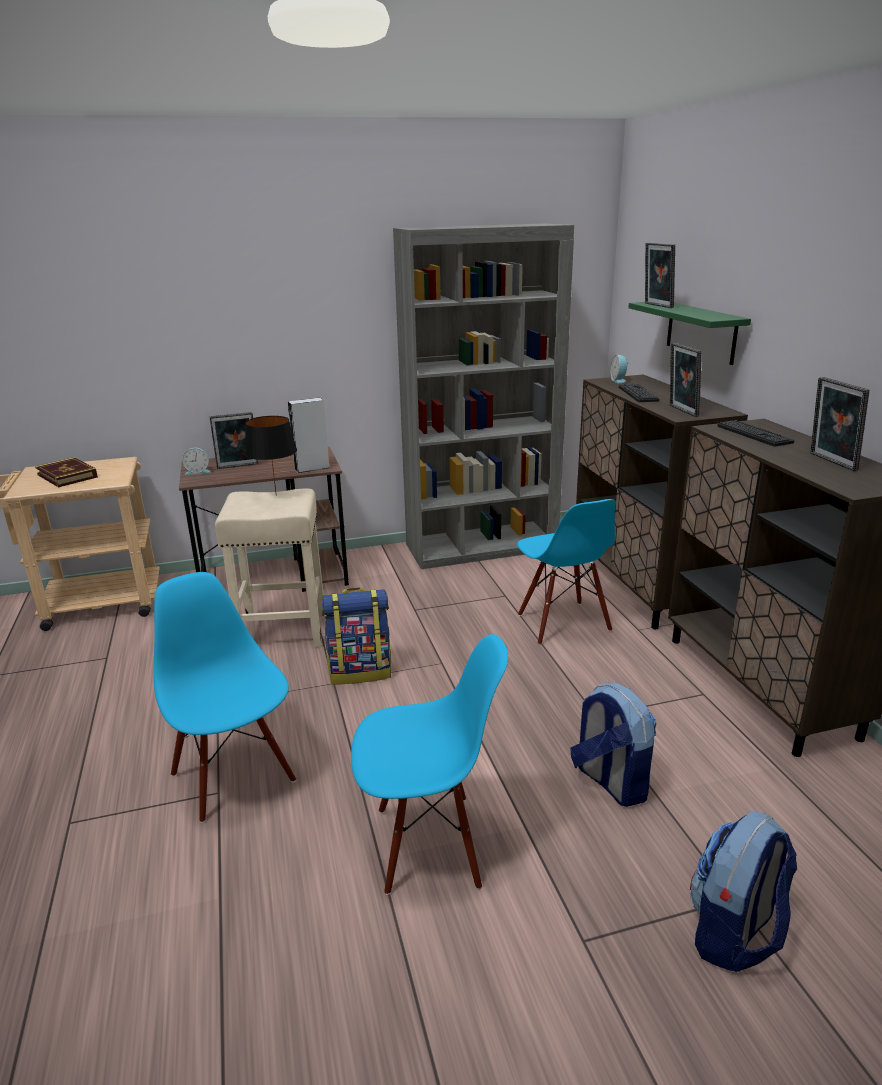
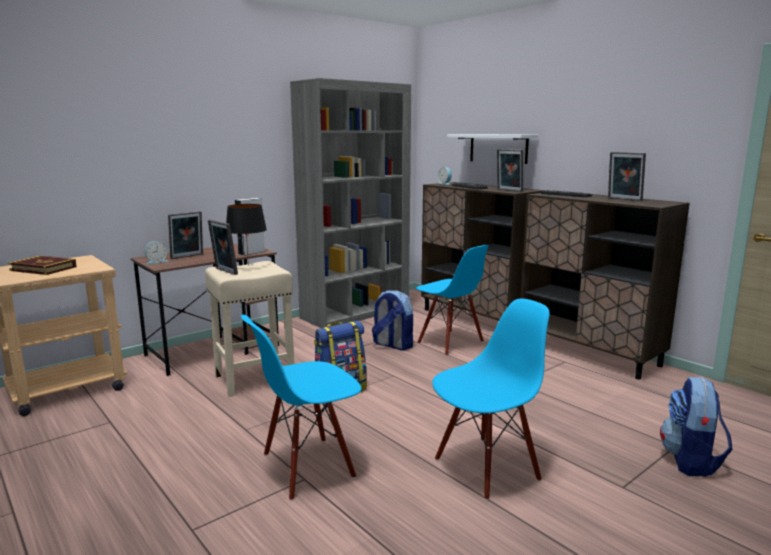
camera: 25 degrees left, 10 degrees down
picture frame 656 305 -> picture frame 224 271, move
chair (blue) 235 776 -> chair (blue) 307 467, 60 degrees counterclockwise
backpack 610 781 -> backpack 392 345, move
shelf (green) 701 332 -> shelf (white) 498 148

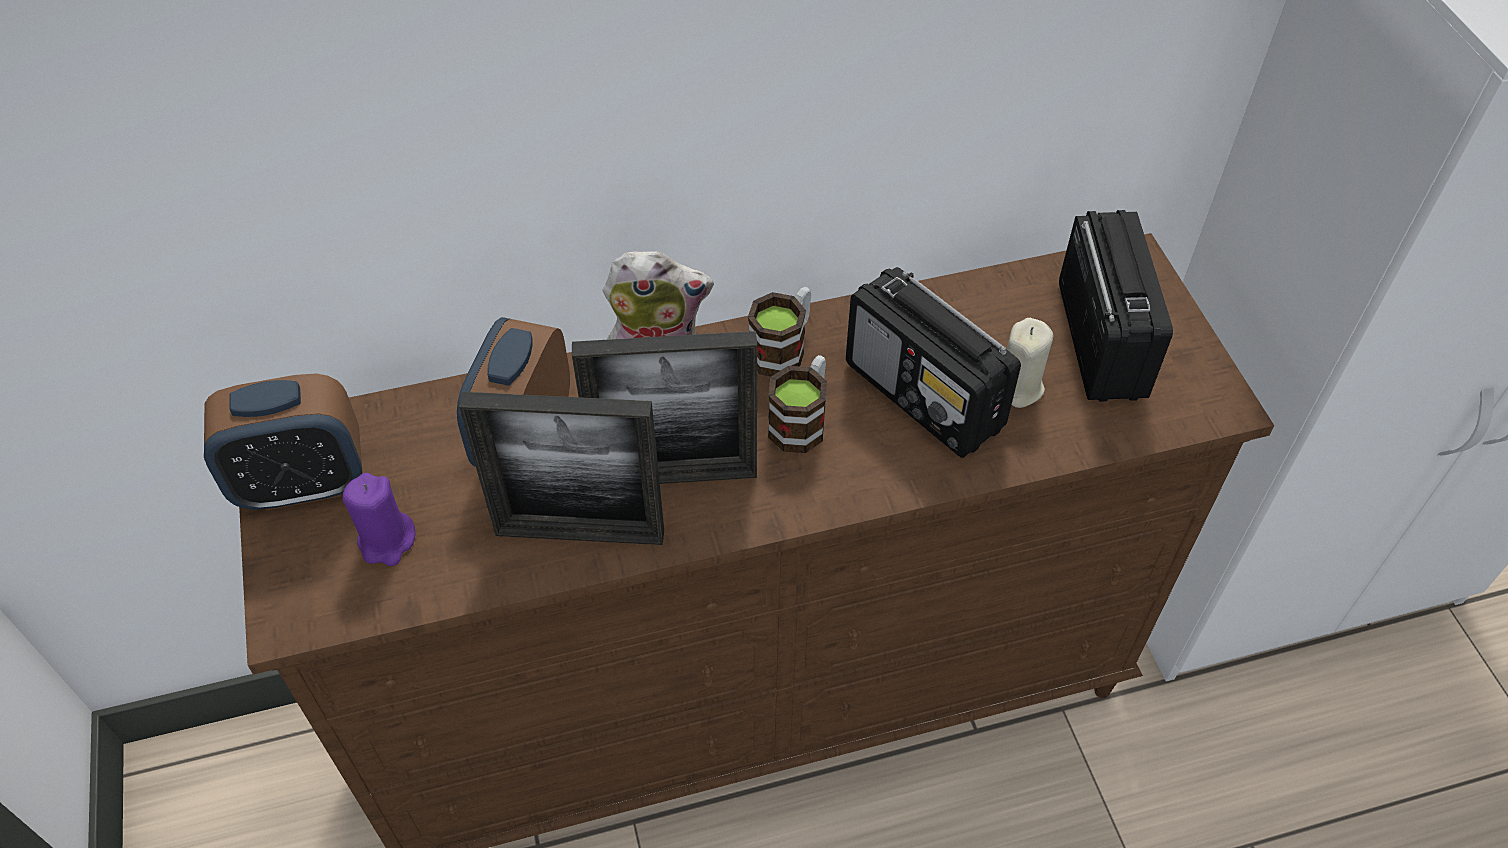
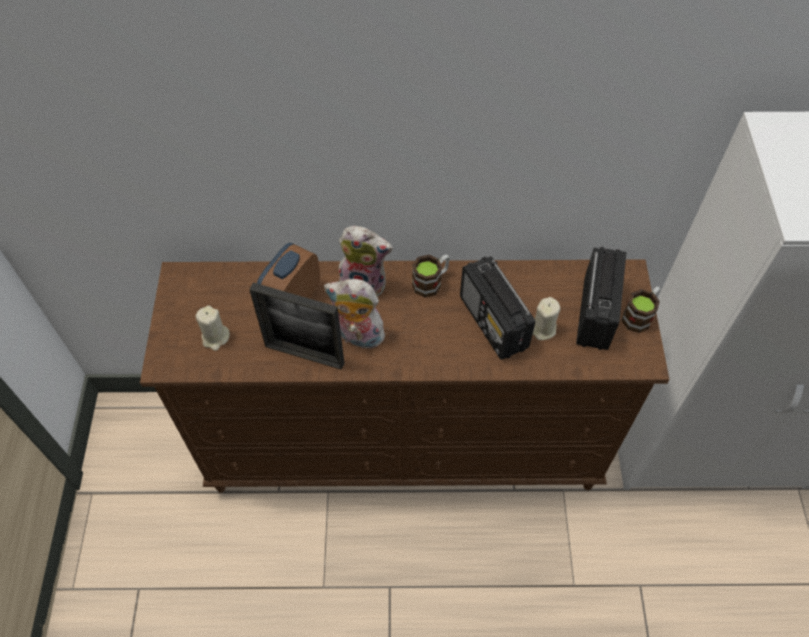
camera: 15 degrees right, 5 degrees up
candle (purple) 387 541 -> candle (beige) 215 337
picture frame 675 476 -> plush toy 357 336
mug 802 420 -> mug 640 315, move
alarm clock 303 484 -> none

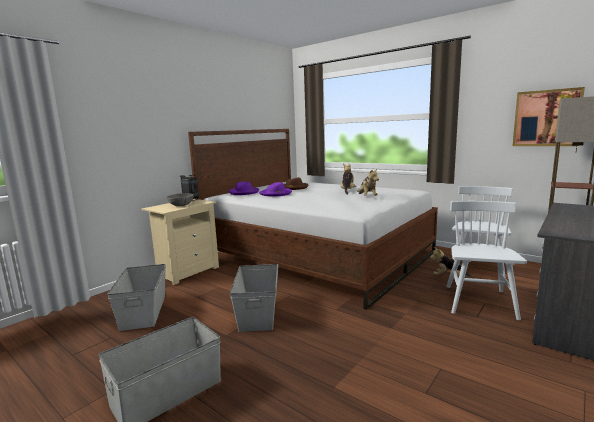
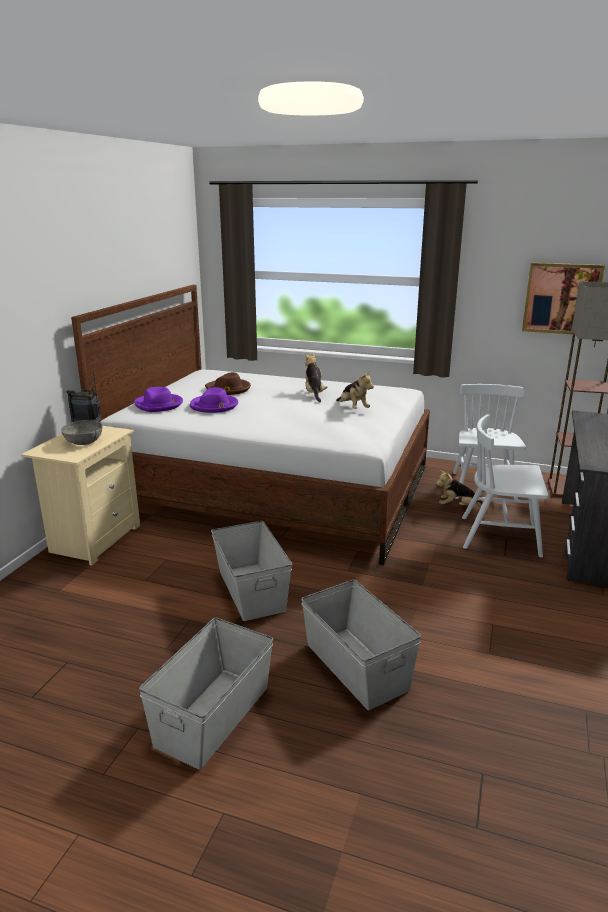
camera: 20 degrees left, 10 degrees up
storage box (grey) 143 312 -> storage box (grey) 356 666, move
chair (white) 479 302 -> chair (white) 500 536, 75 degrees counterclockwise

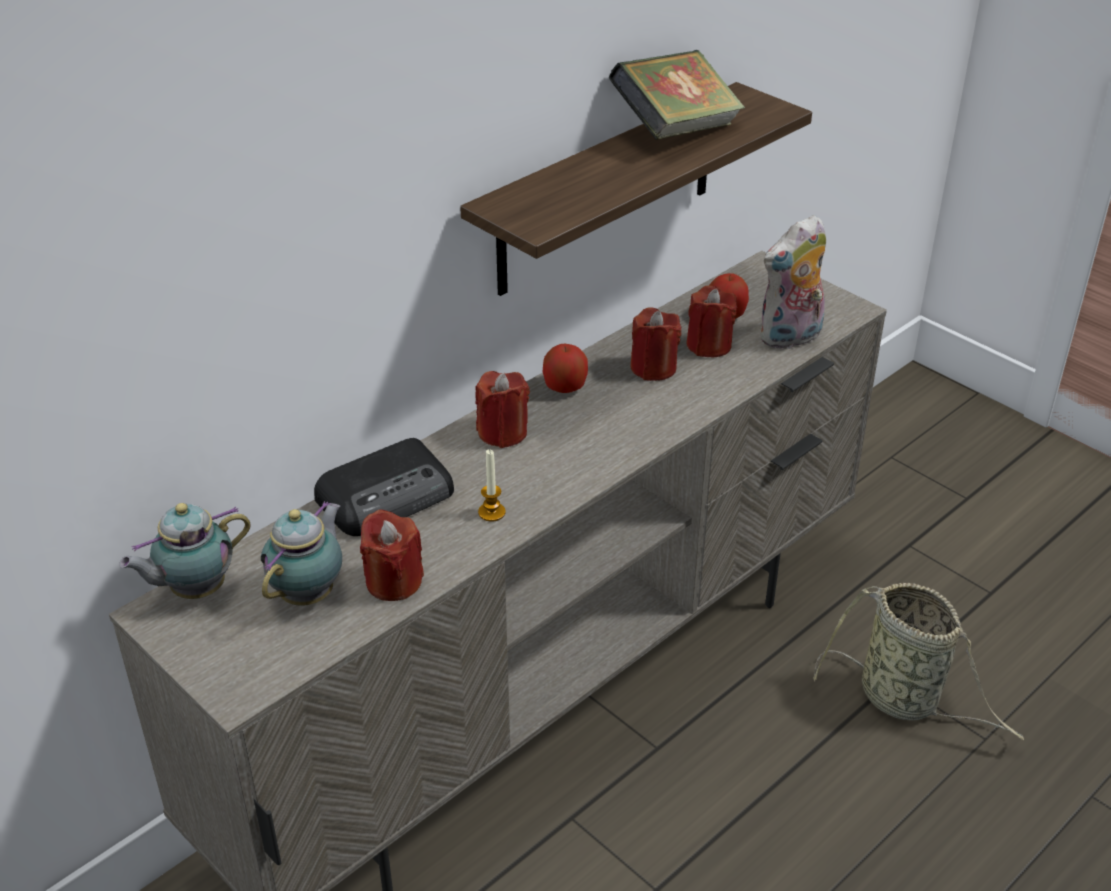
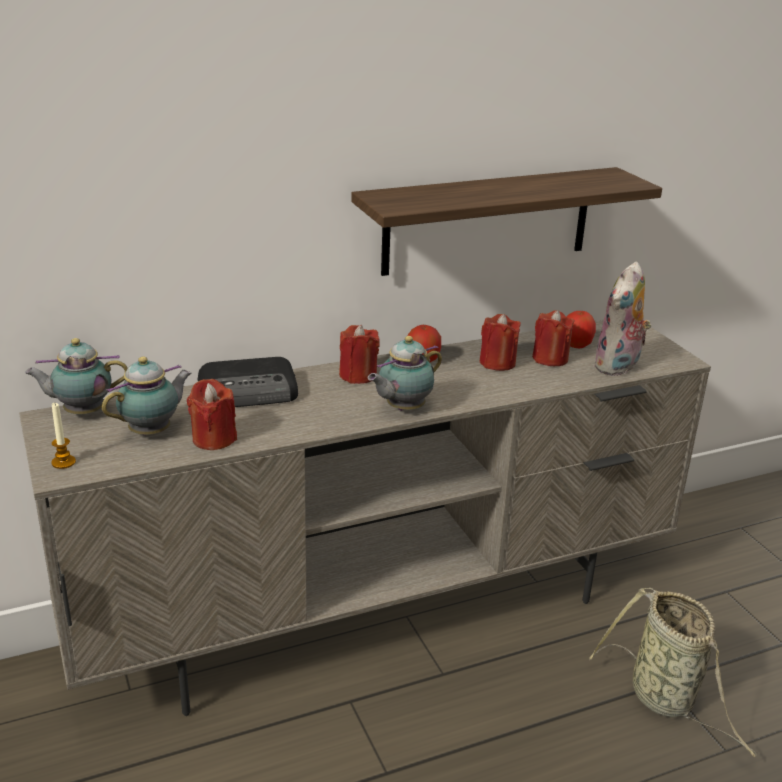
camera: 20 degrees right, 10 degrees down
candle 491 512 -> candle 63 462, move
none -> teapot 403 409
plush toy 790 338 -> plush toy 618 367, 45 degrees counterclockwise
book 675 131 -> none

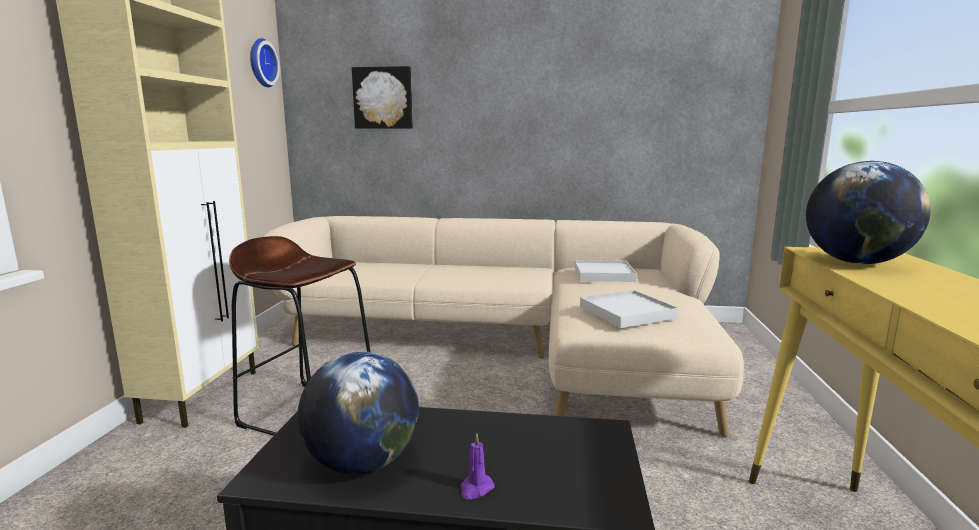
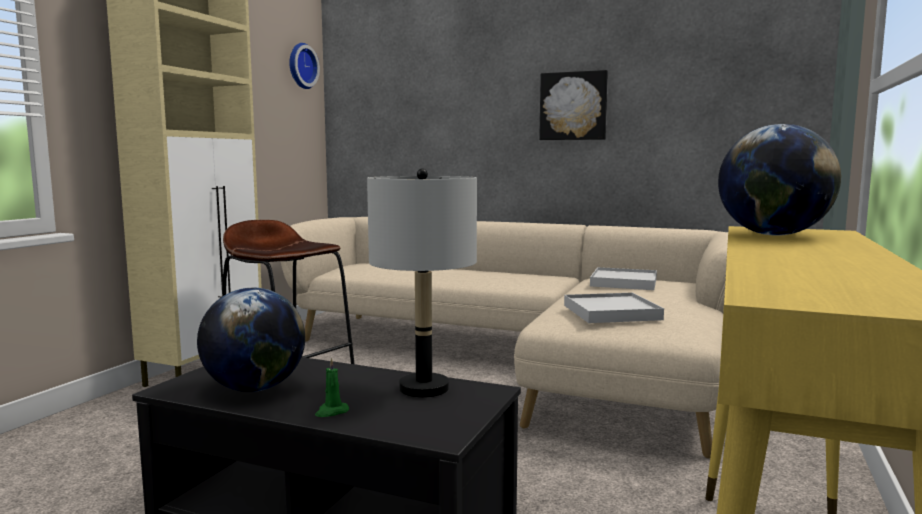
camera: 15 degrees right, 5 degrees down
candle (purple) 476 489 -> candle (green) 331 412
none -> table lamp (grey) 424 388
picture 383 98 -> picture 573 106, move

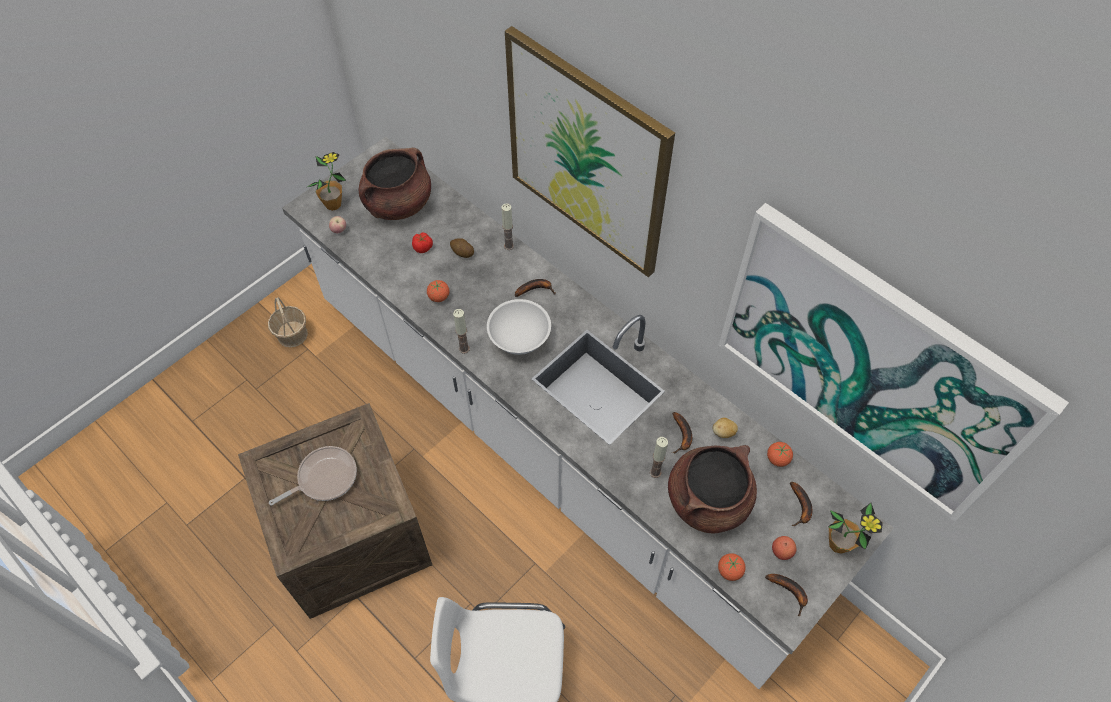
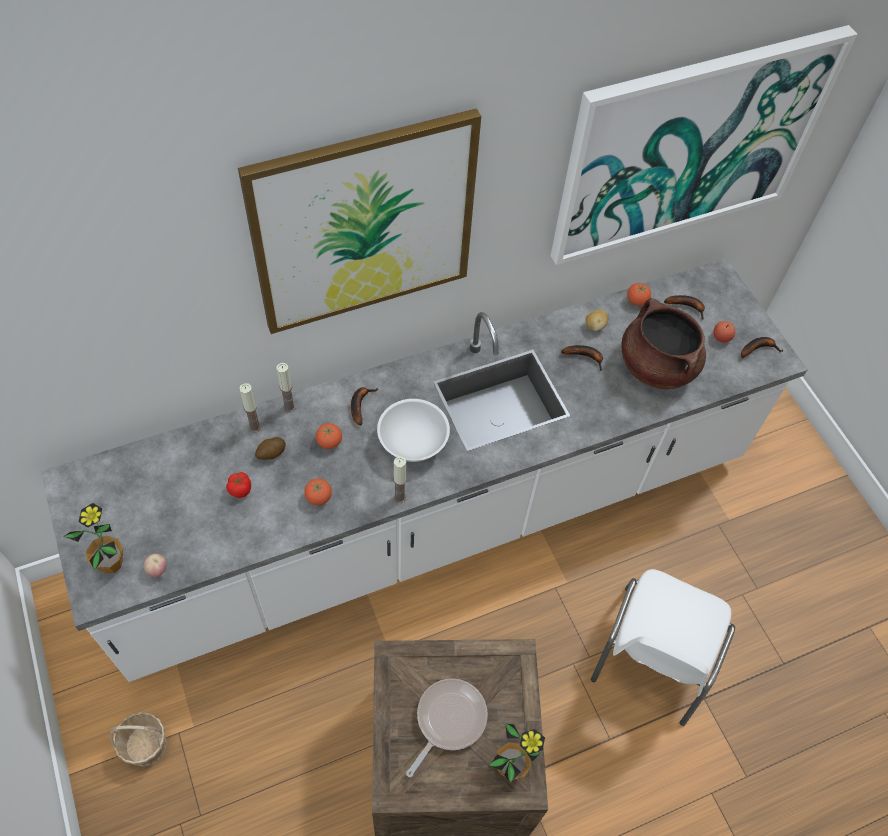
camera: 70 degrees left, 0 degrees up
candle 655 472 -> candle 254 427, move
tomato 729 571 -> tomato 329 442, move
frying pan 324 478 -> frying pan 448 720, 45 degrees clockwise
potted plant 838 544 -> potted plant 510 767, move
cooking pot (brown) 398 204 -> none

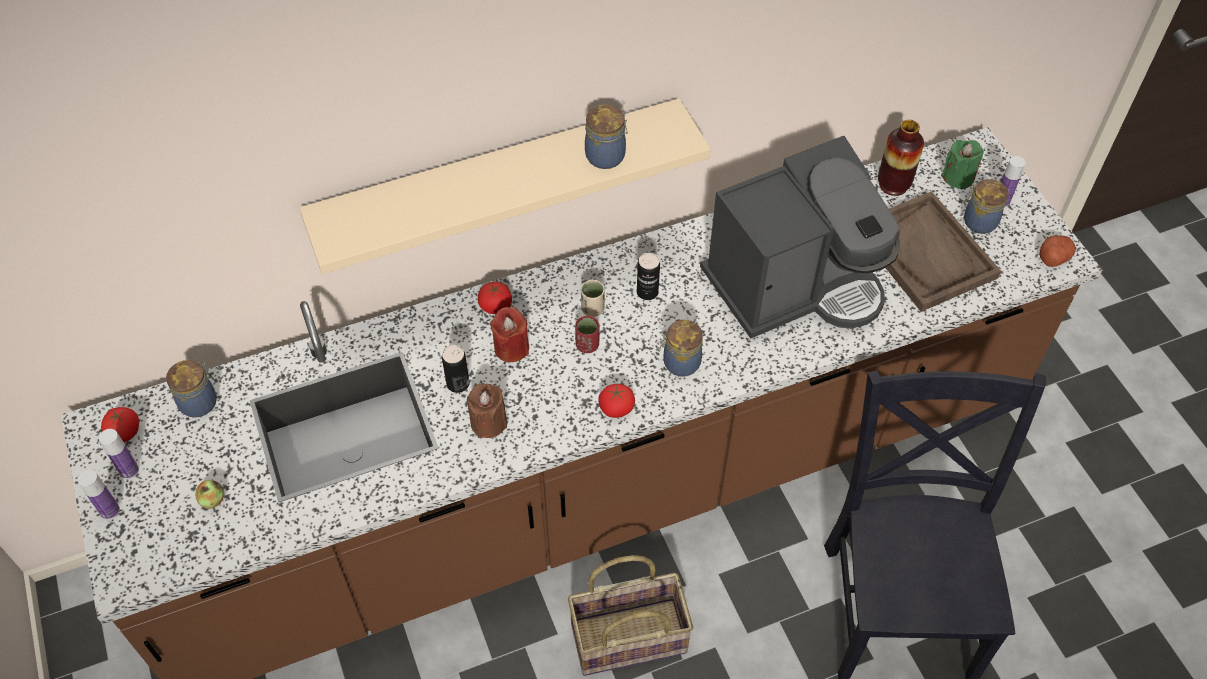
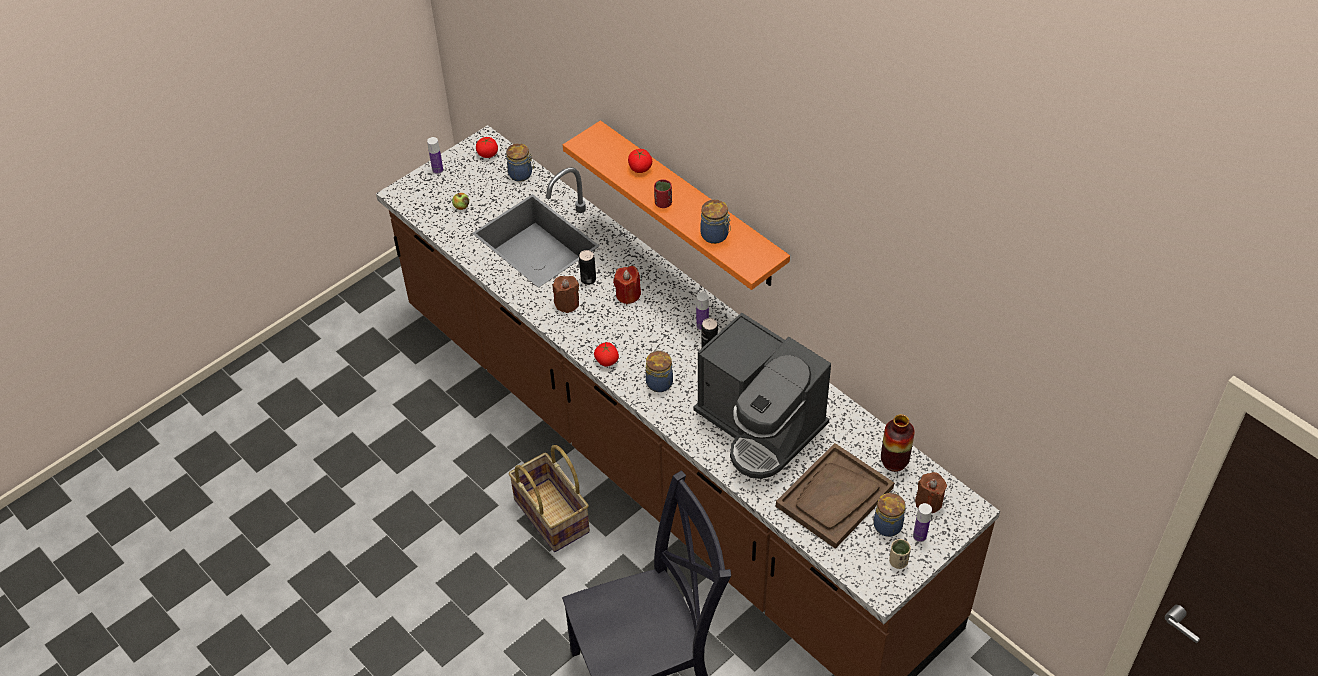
camera: 70 degrees right, 5 degrees down
shelf (beige) 498 180 -> shelf (orange) 691 206
tomato 495 306 -> tomato 640 168, move
cup (red) 587 345 -> cup (red) 663 203, move
bottle 129 470 -> bottle 702 325, move
cup (beige) 592 309 -> cup (beige) 898 562, move
candle (green) 958 177 -> candle (brown) 928 502
potato 1053 257 -> none

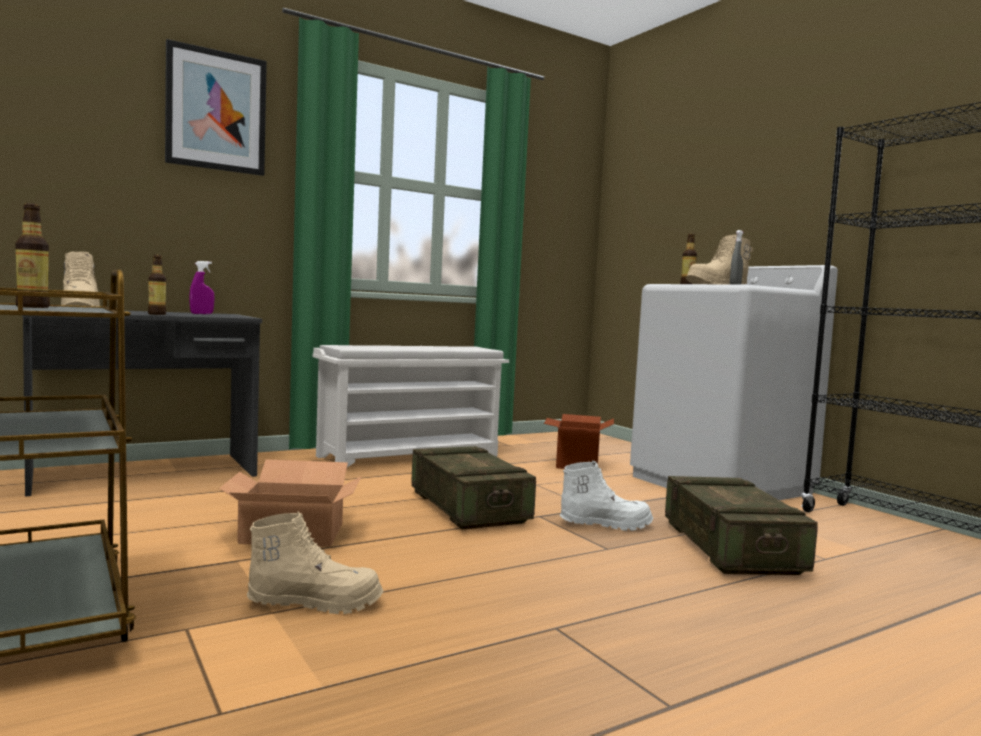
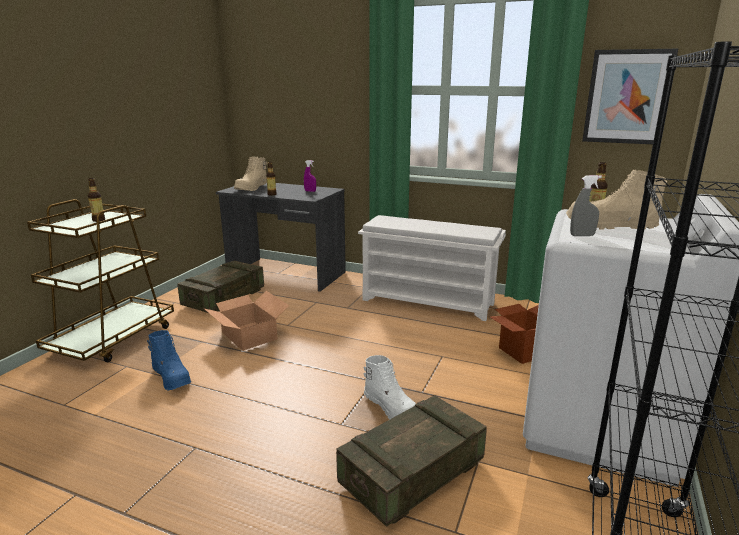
camera: 55 degrees right, 15 degrees up
boot (beige) 315 603 -> boot (blue) 172 377
crate 468 508 -> crate 224 298, move
picture 216 111 -> picture 627 97, move

